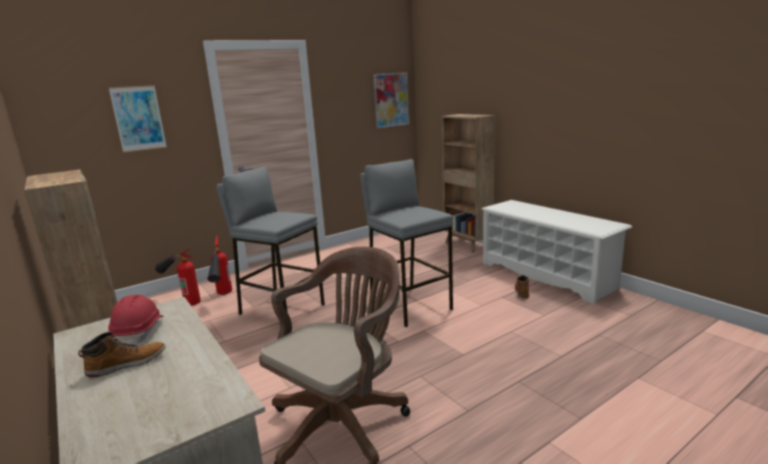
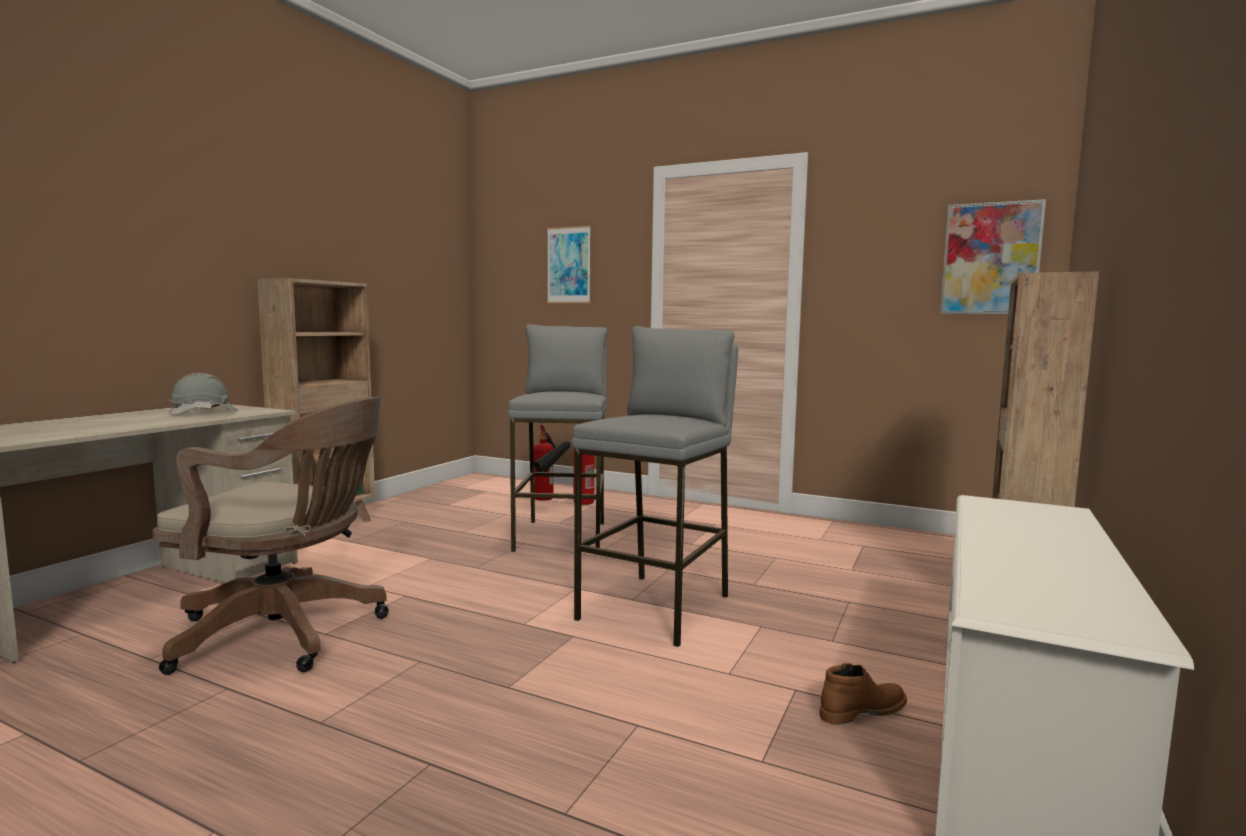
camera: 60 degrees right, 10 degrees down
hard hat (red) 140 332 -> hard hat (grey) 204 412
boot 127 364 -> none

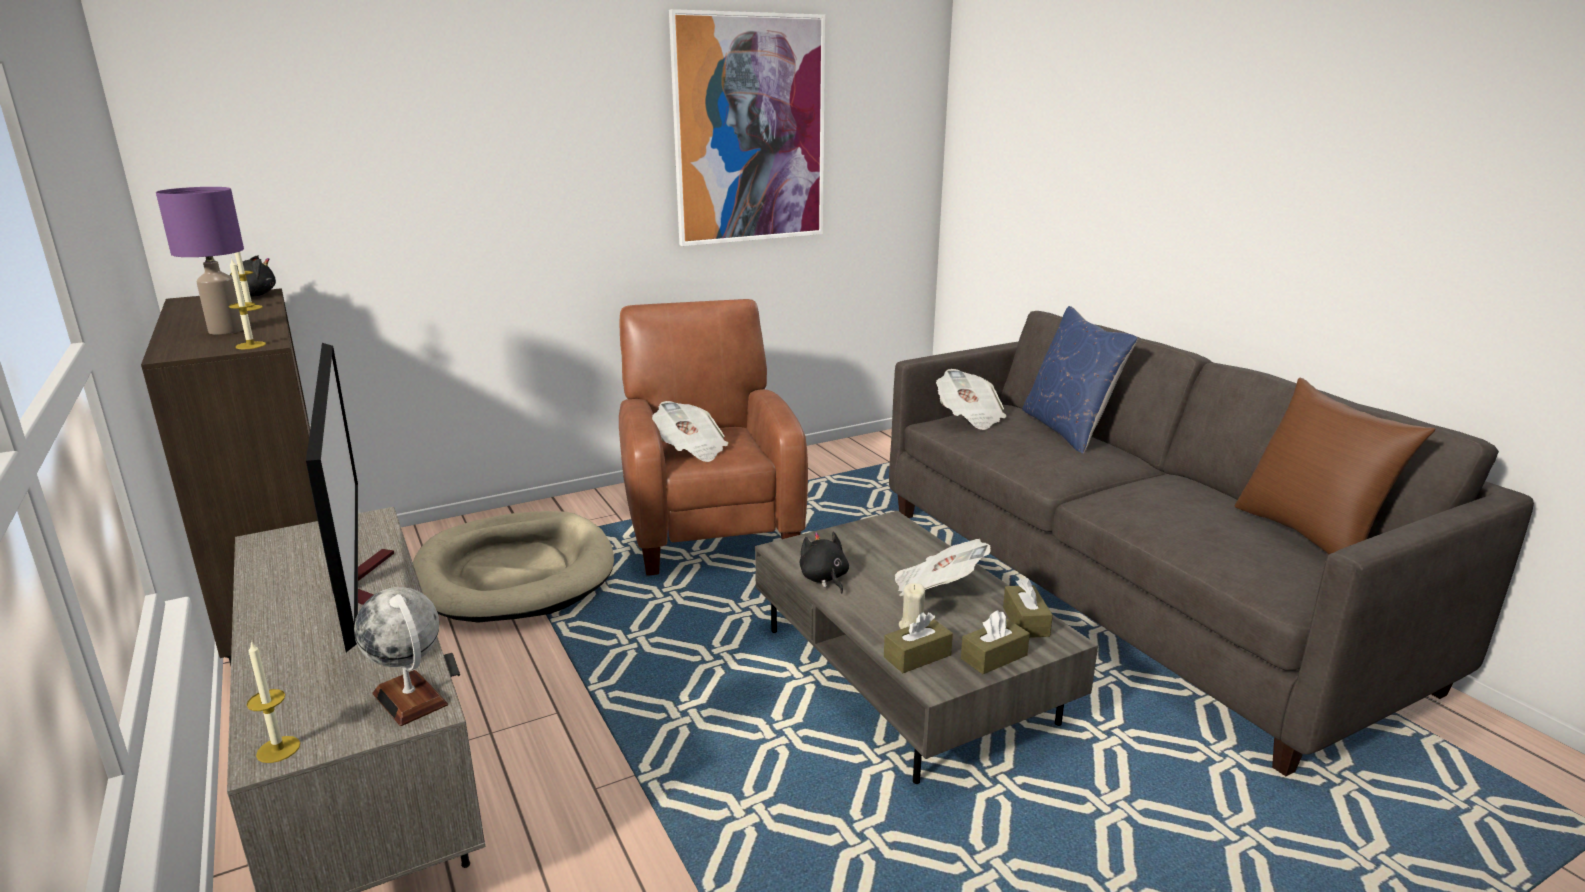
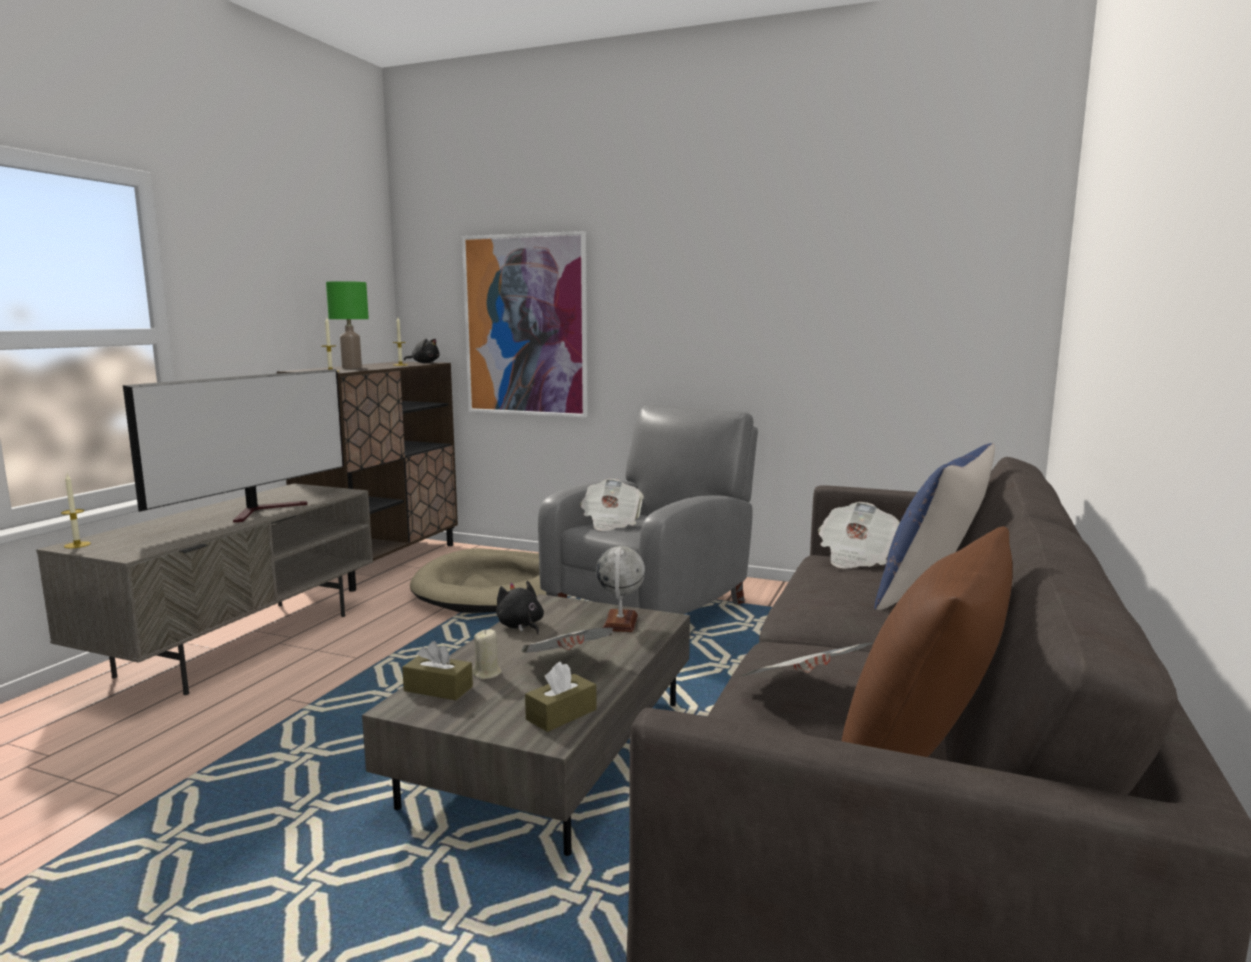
camera: 50 degrees right, 10 degrees down
table lamp (purple) 226 331 -> table lamp (green) 351 368
picture 750 130 -> picture 526 325, move
plush toy (black) 824 579 -> plush toy (black) 520 626, 60 degrees counterclockwise
armchair (brown) 709 525 -> armchair (grey) 654 608
globe 410 699 -> globe 620 622, move
none -> newspaper 800 693
tissue box (brown) 994 657 -> none

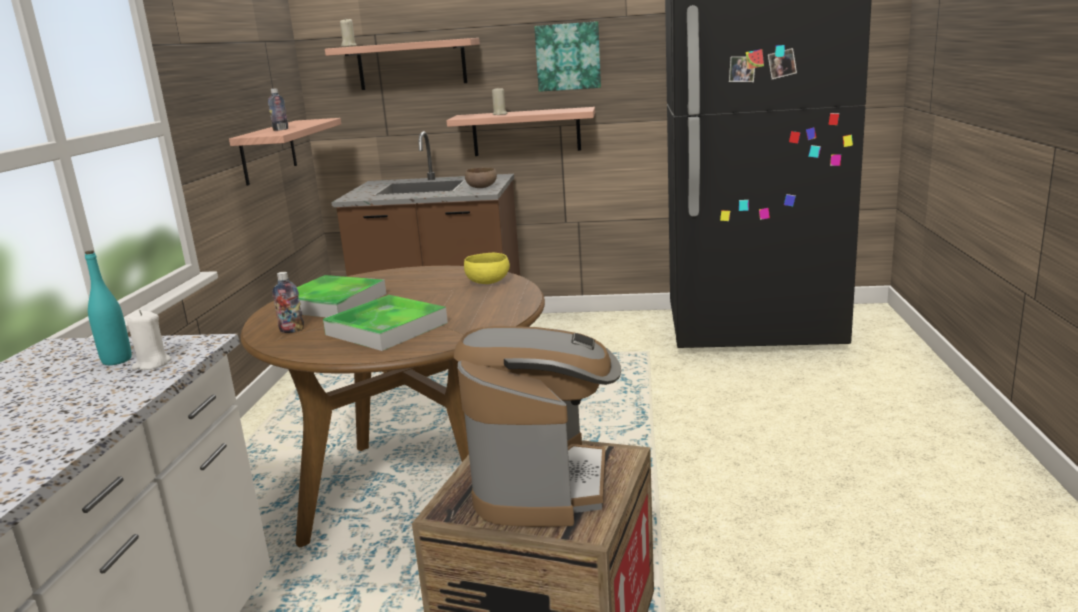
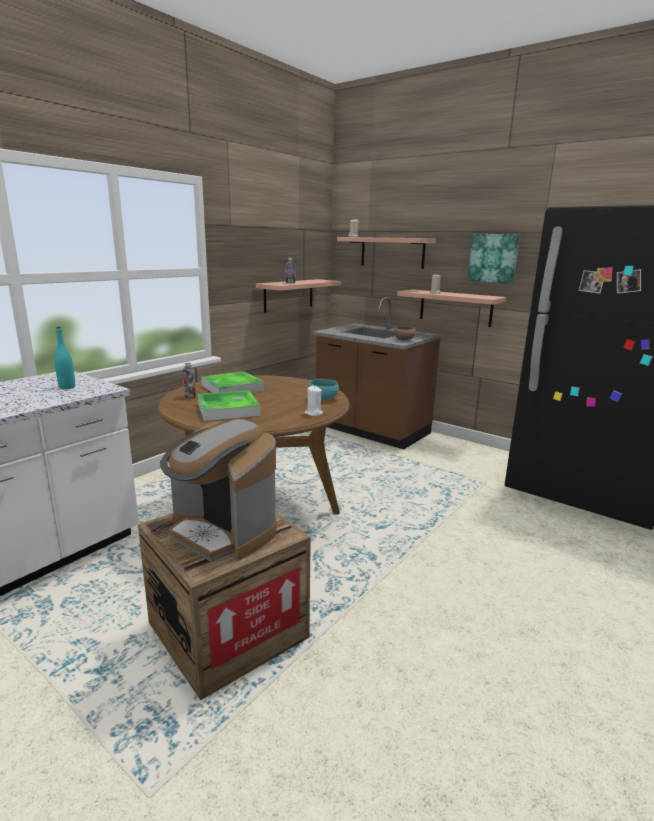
camera: 30 degrees right, 0 degrees up
coffee machine 543 484 -> coffee machine 222 532, 90 degrees clockwise
candle (white) 152 364 -> candle (white) 313 413, move
bowl (yellow) 488 282 -> bowl (turquoise) 323 399

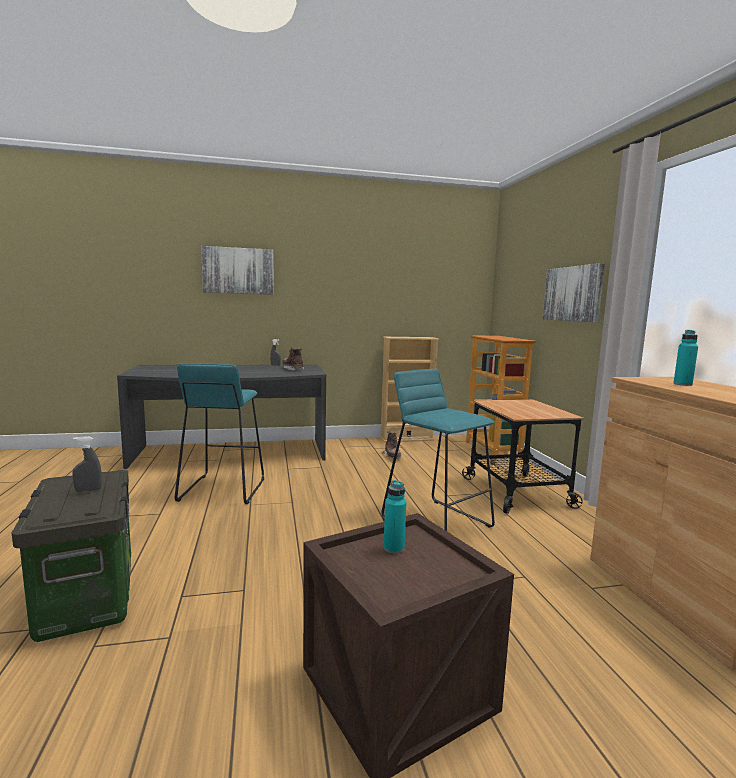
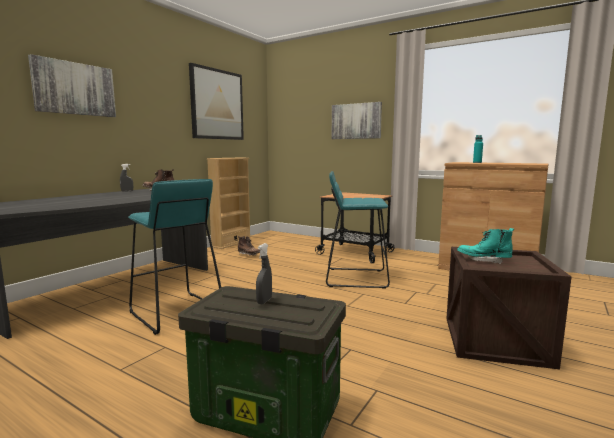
camera: 45 degrees left, 0 degrees up
none -> picture 217 104
bottle (turquoise) 393 548 -> boot (turquoise) 484 260
bookcase 493 450 -> none

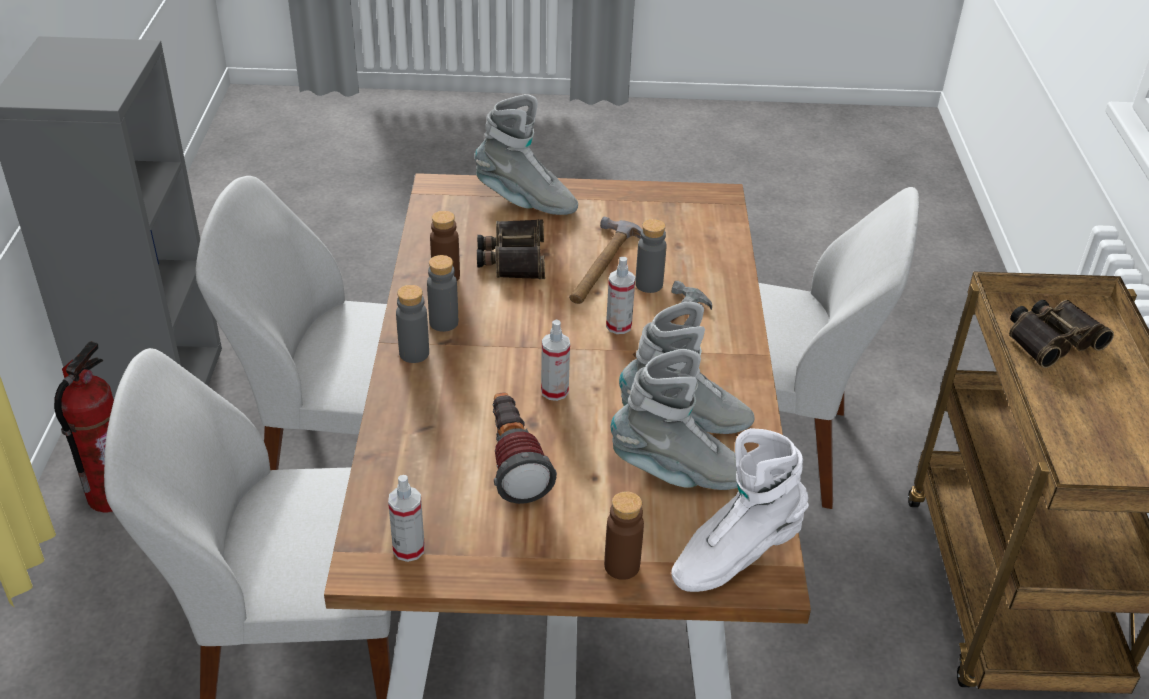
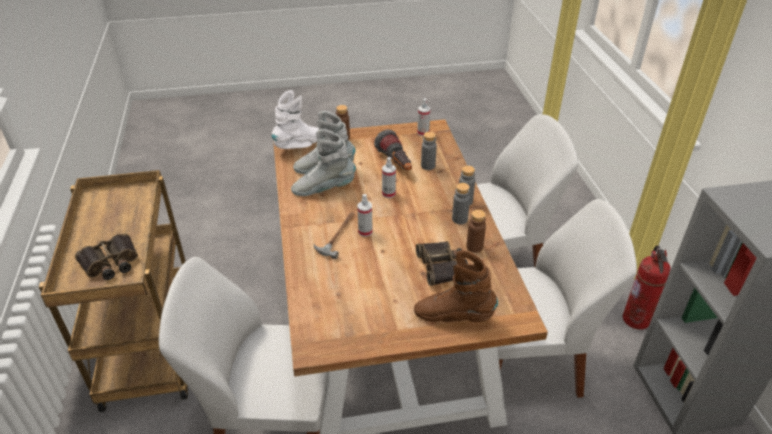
camera: 170 degrees right, 0 degrees up
boot (grey) 525 201 -> boot (brown) 454 316
bottle (grey) 649 284 -> bottle (grey) 428 166, move
hammer 603 266 -> none

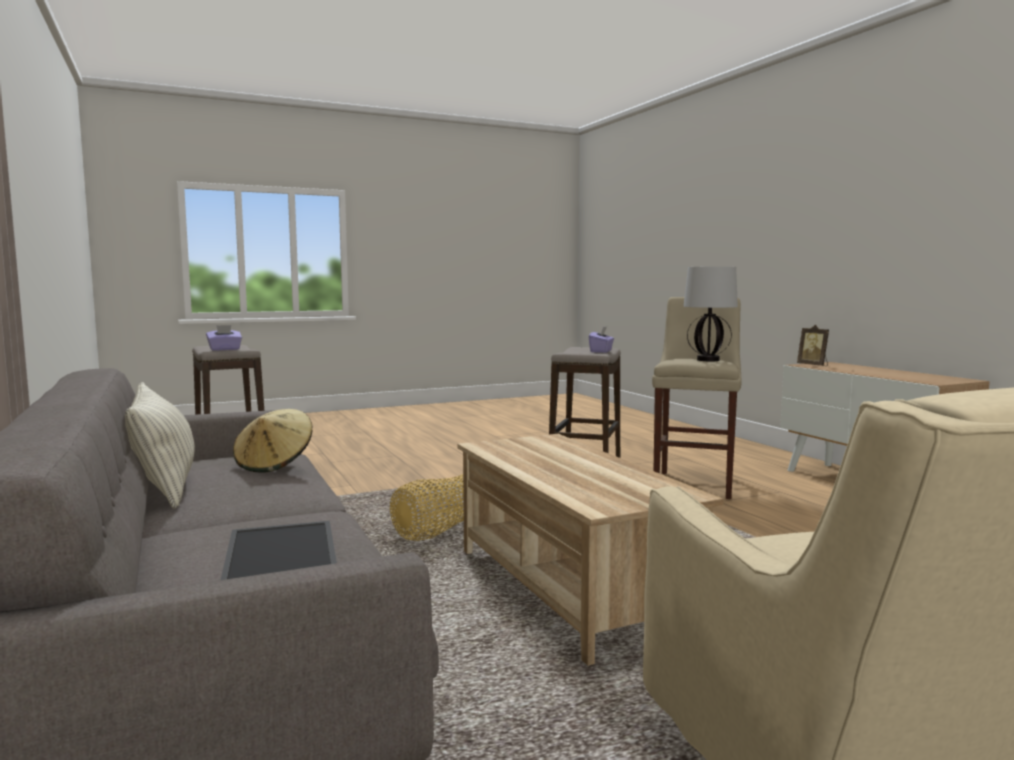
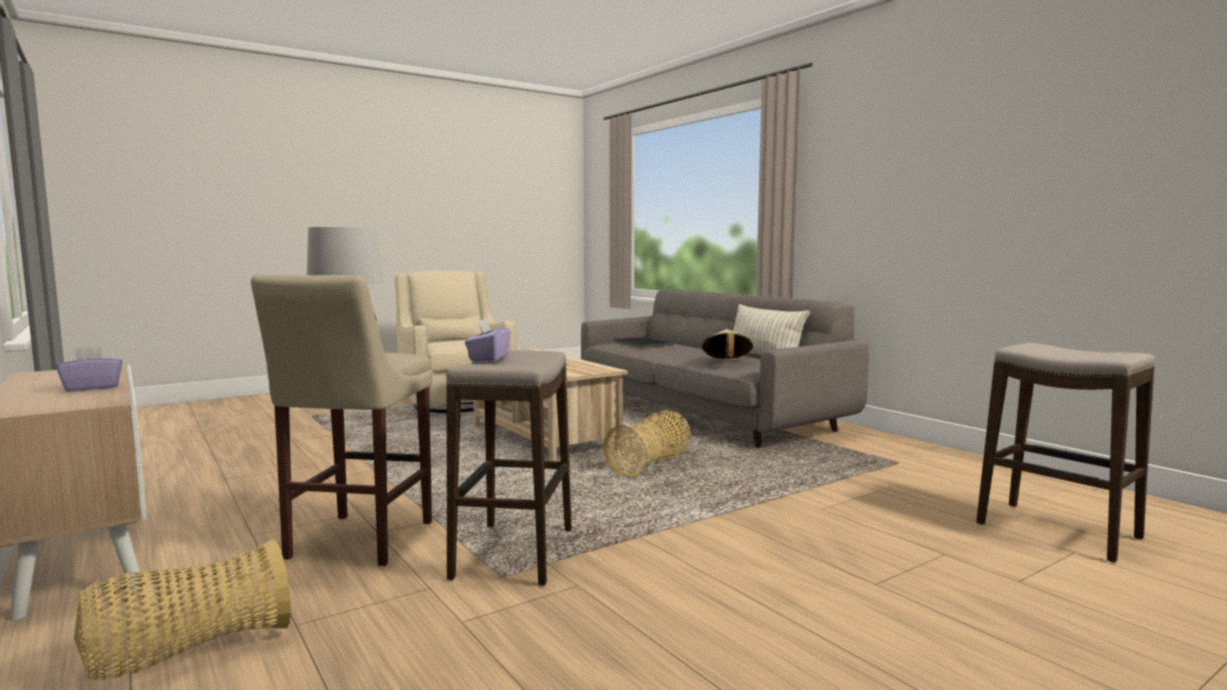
camera: 170 degrees right, 0 degrees up
tissue box (purple) 225 349 -> tissue box (purple) 91 387, move
none -> basket 188 652
picture frame 813 365 -> none

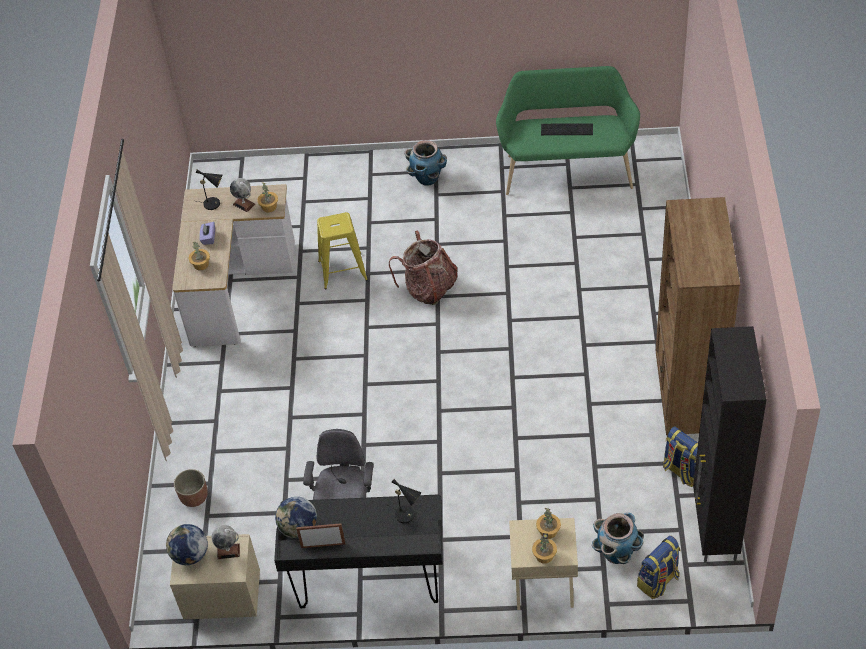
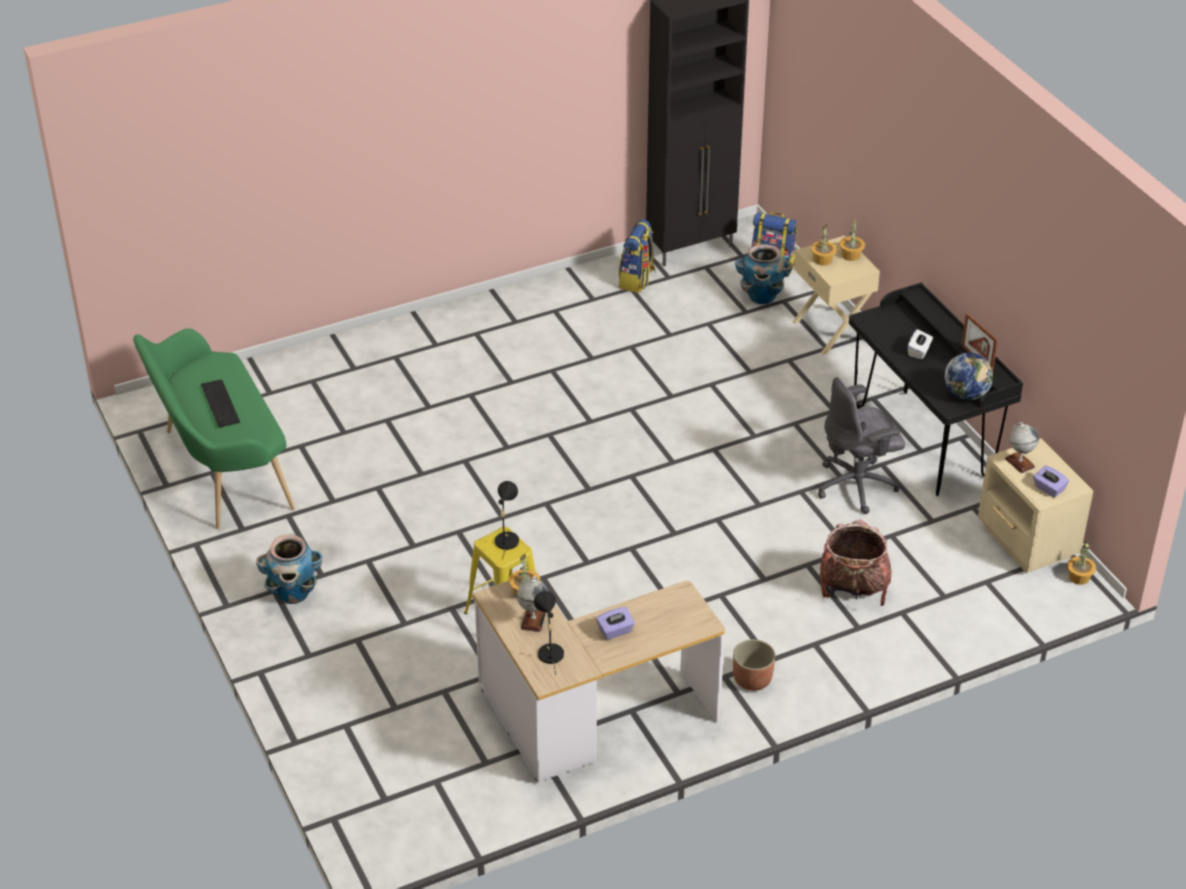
camera: 120 degrees left, 10 degrees down
table lamp (black) 407 515 -> table lamp (black) 506 538, move
planter 194 497 -> planter 752 680, move
backpack 429 288 -> backpack 853 589, move
none -> tissue box (white) 919 351
globe 190 555 -> tissue box (purple) 1048 489
potted plant 201 265 -> potted plant 1079 577, move
bookcase (brown) 686 399 -> none

